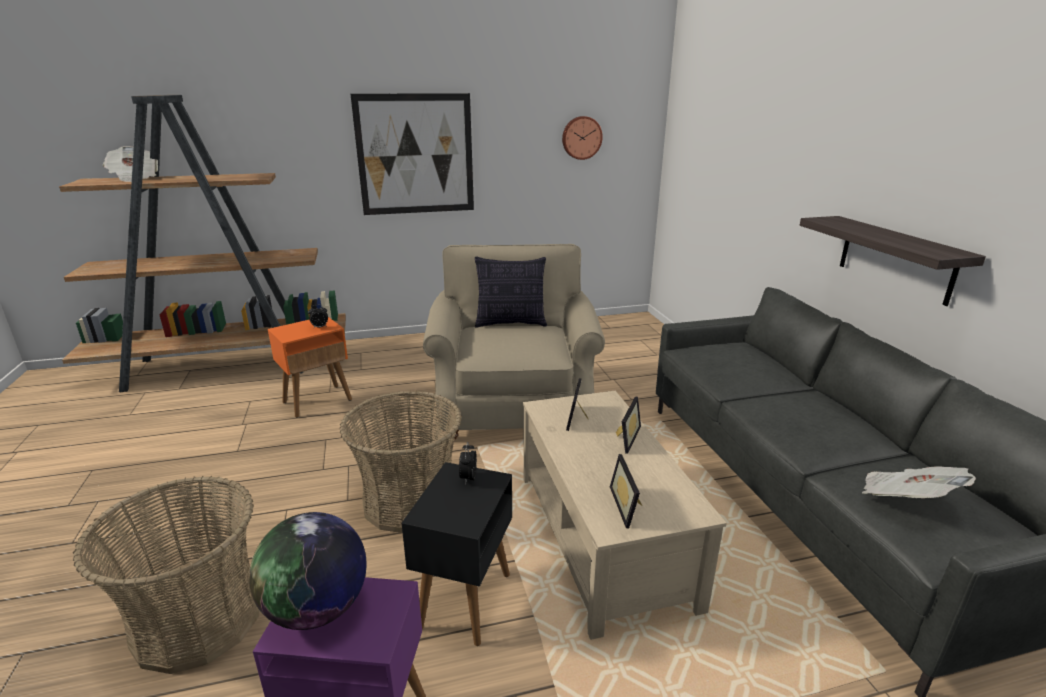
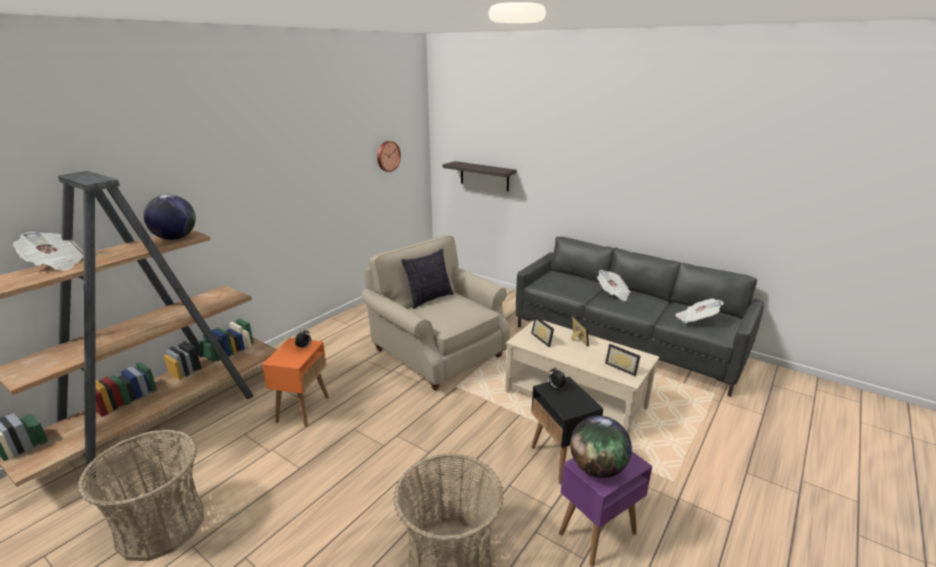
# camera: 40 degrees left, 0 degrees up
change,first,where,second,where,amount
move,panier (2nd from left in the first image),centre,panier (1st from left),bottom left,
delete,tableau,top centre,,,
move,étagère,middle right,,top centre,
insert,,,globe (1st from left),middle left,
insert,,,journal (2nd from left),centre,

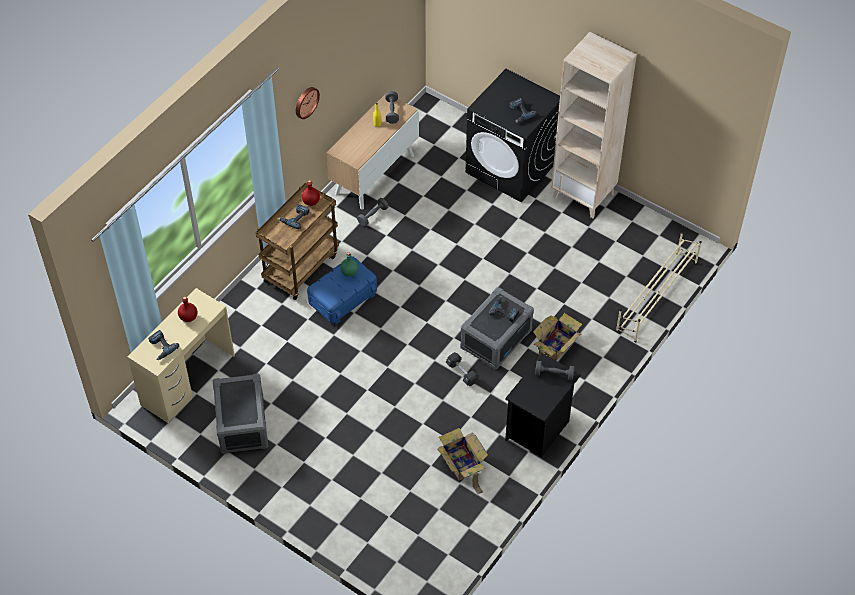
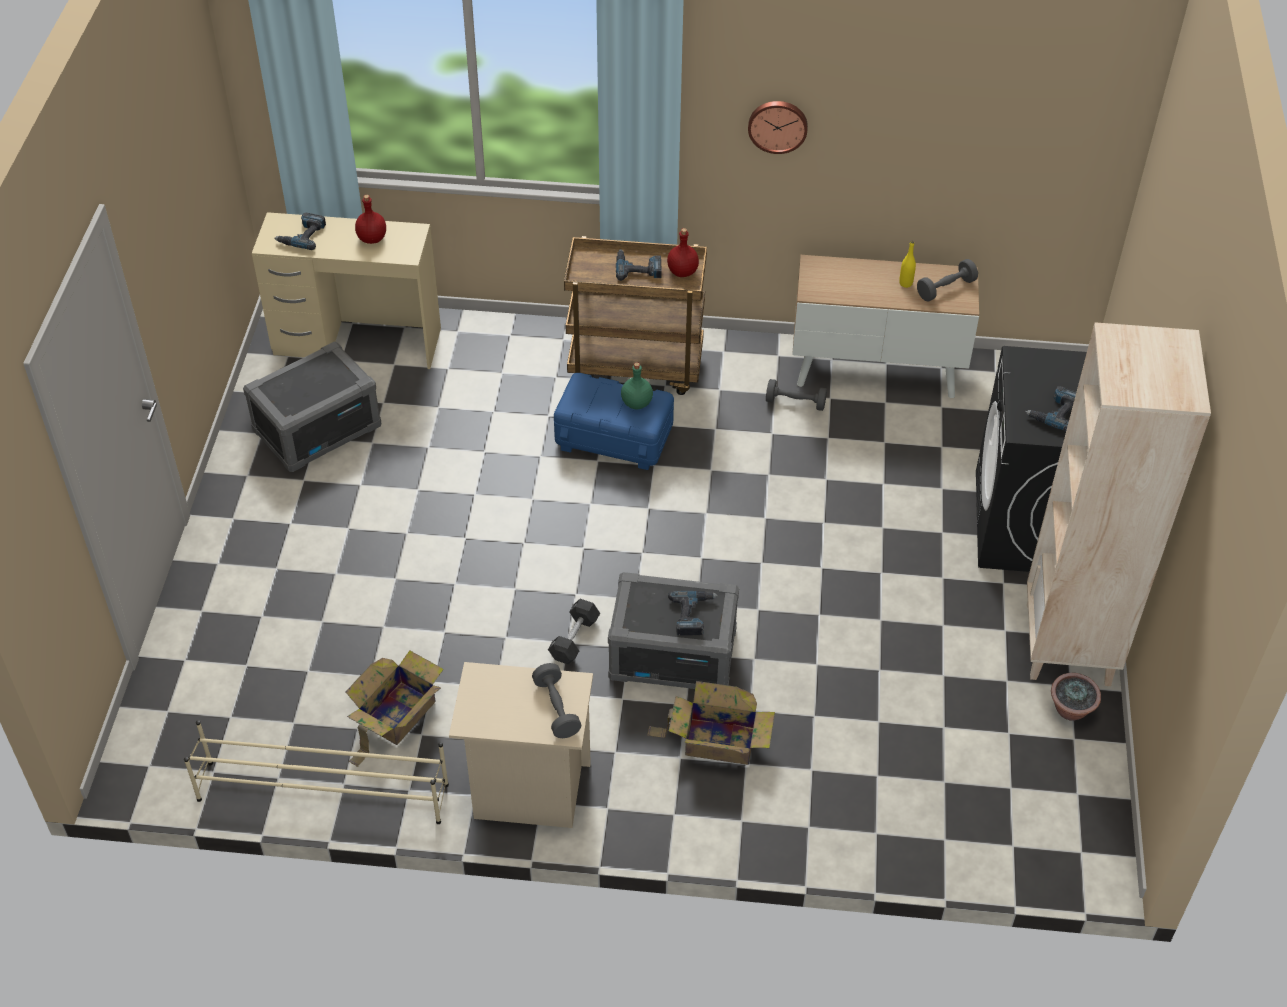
# camera: 60 degrees right, 5 degrees down
change,first,where,second,where,amount
recolor,table de chevet/noir,bottom centre,table de chevet/beige,bottom centre,
move,étagère à chaussures/beige,middle right,,bottom left,
insert,,,plante en pot,bottom right,

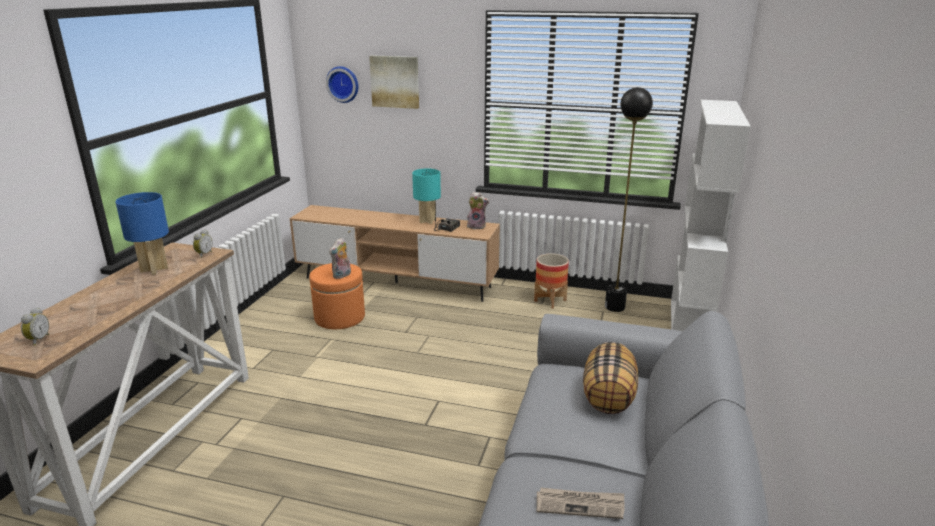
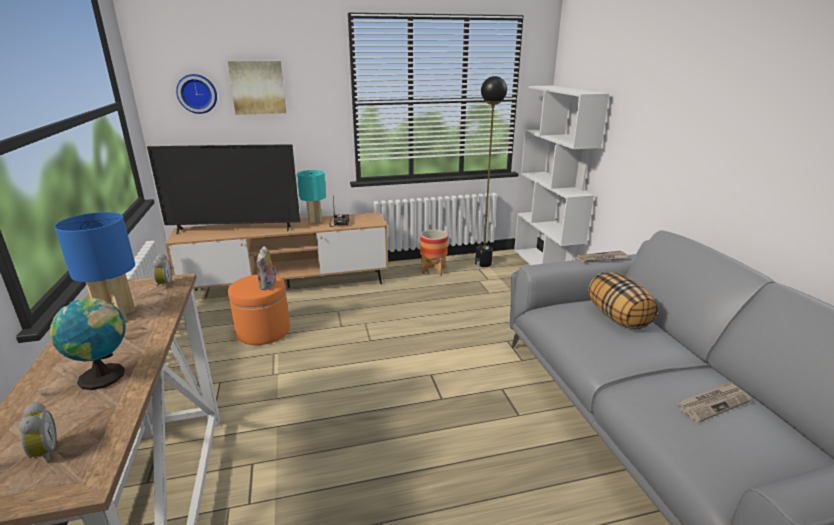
# camera: 30 degrees left, 0 degrees up
change,first,where,second,where,amount
delete,peluche (2nd from left),centre,,,
insert,,,globe,middle left,
insert,,,téléviseur,middle left,
insert,,,journal (1st from left),middle right,

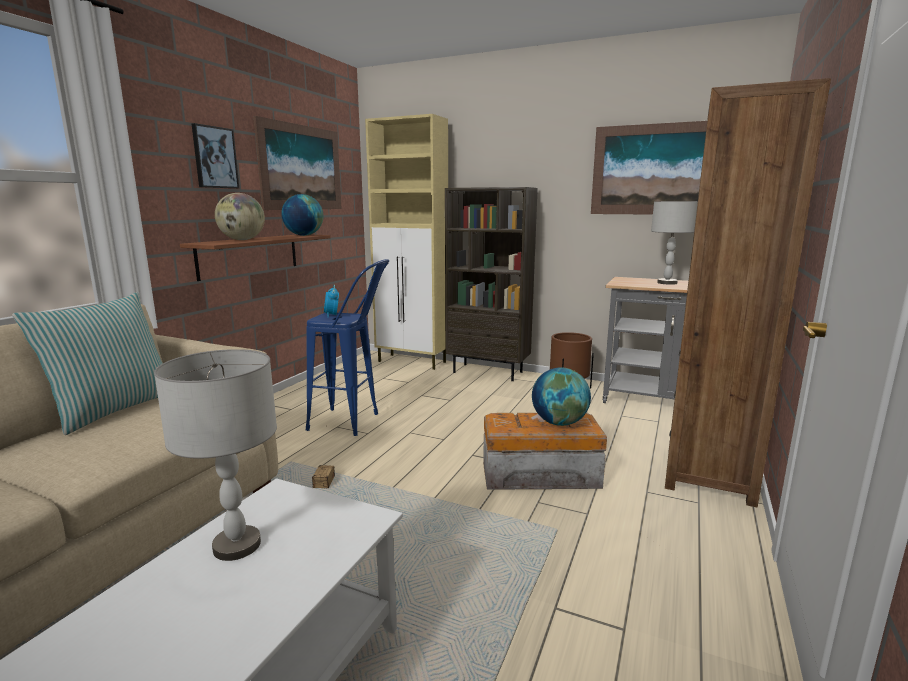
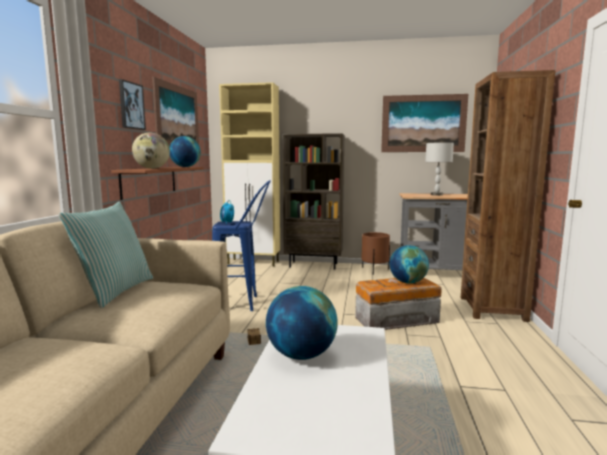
# camera: 15 degrees left, 5 degrees down
change,first,where,second,where,amount
replace,lampe de table/gris (1st from left),bottom left,globe (3rd from left),bottom centre,

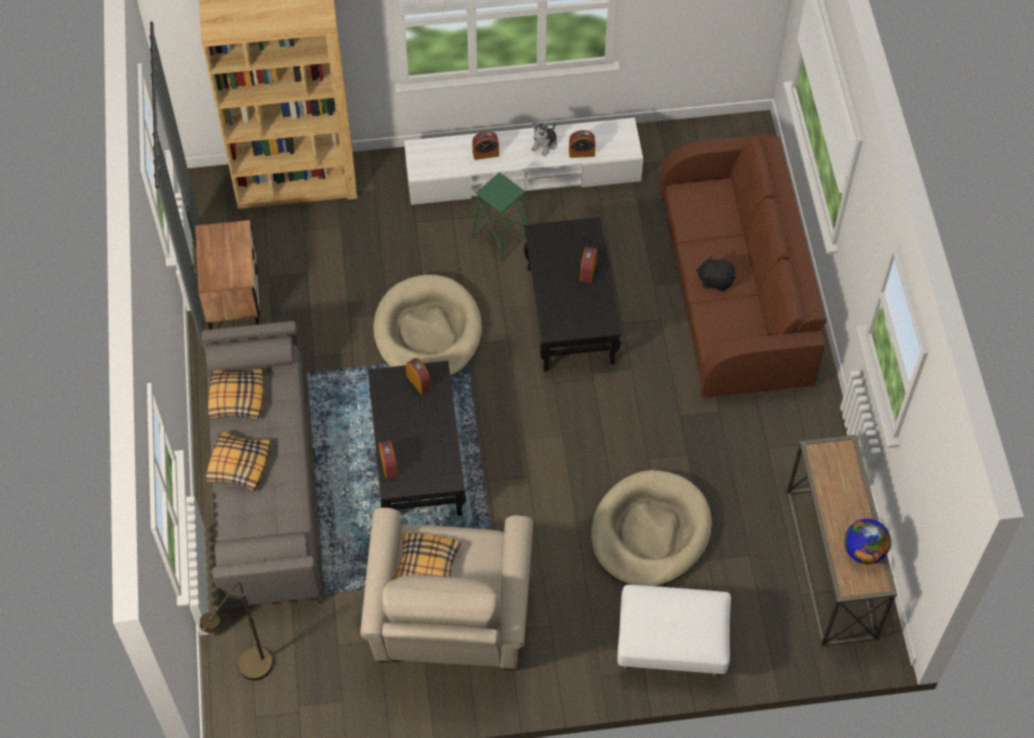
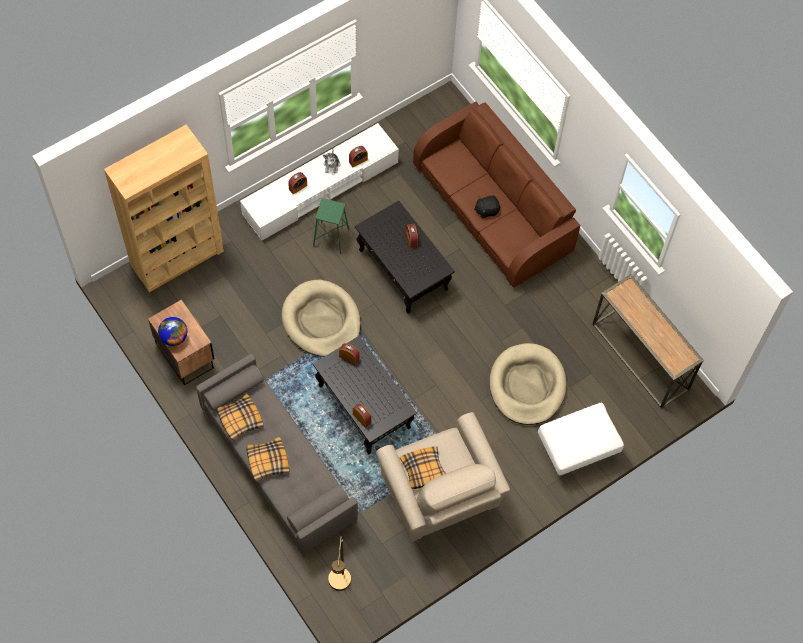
# camera: 30 degrees left, 5 degrees up
change,first,where,second,where,amount
move,globe,bottom right,,middle left,

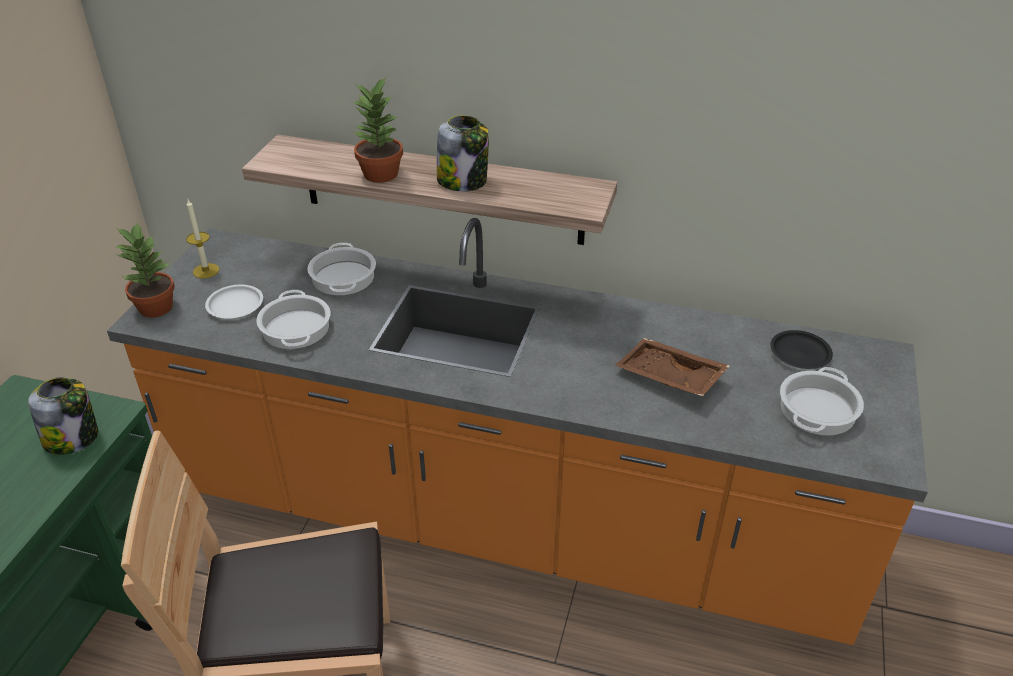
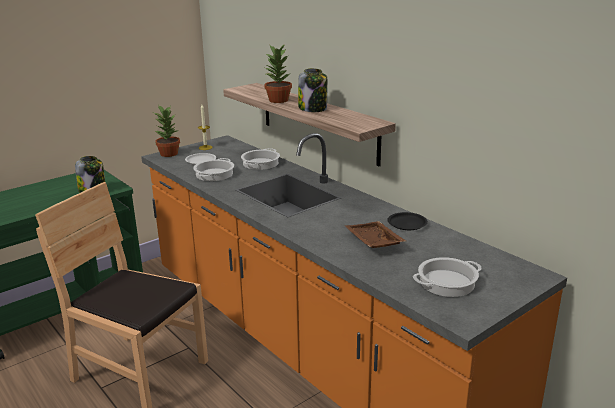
# camera: 35 degrees right, 15 degrees down
change,first,where,second,where,amount
move,assiette/noir,middle right,,centre,

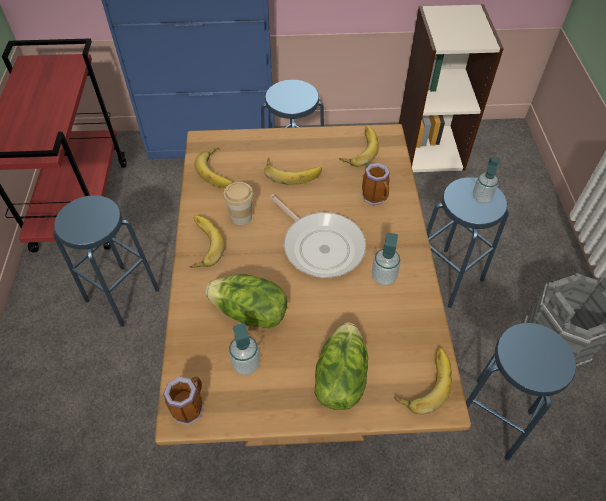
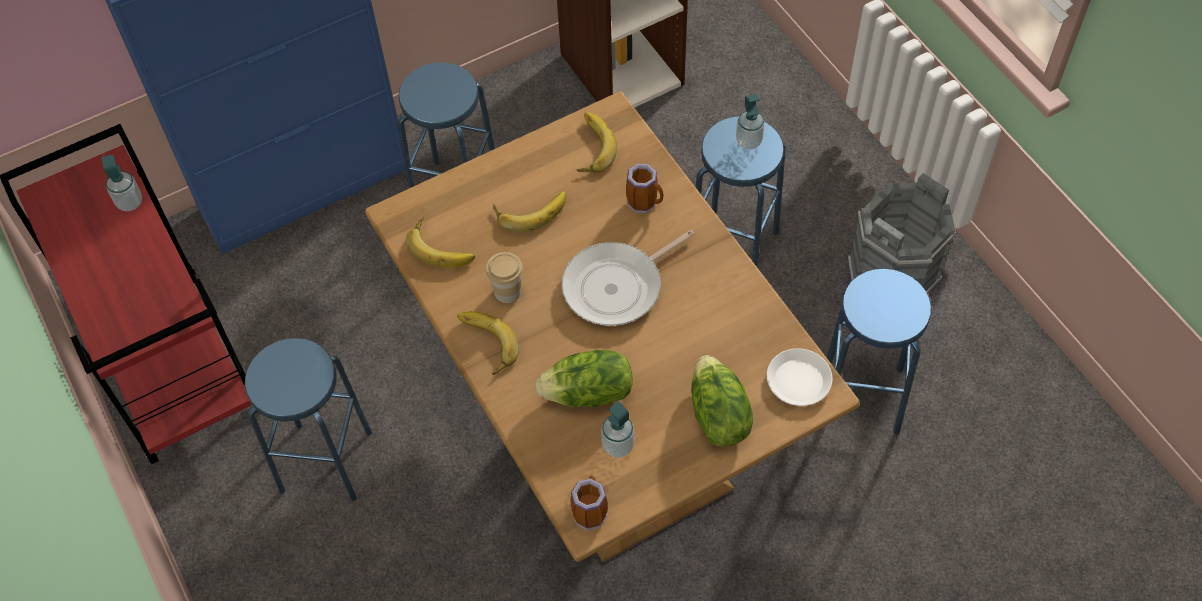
# camera: 25 degrees left, 5 degrees up
change,first,where,second,where,amount
rotate,poêle,centre,,centre,120 degrees clockwise
move,distributeur de savon (2nd from left in the first image),centre,distributeur de savon (1st from left),top left,
replace,banane (5th from left),bottom right,assiette/blanc,centre,

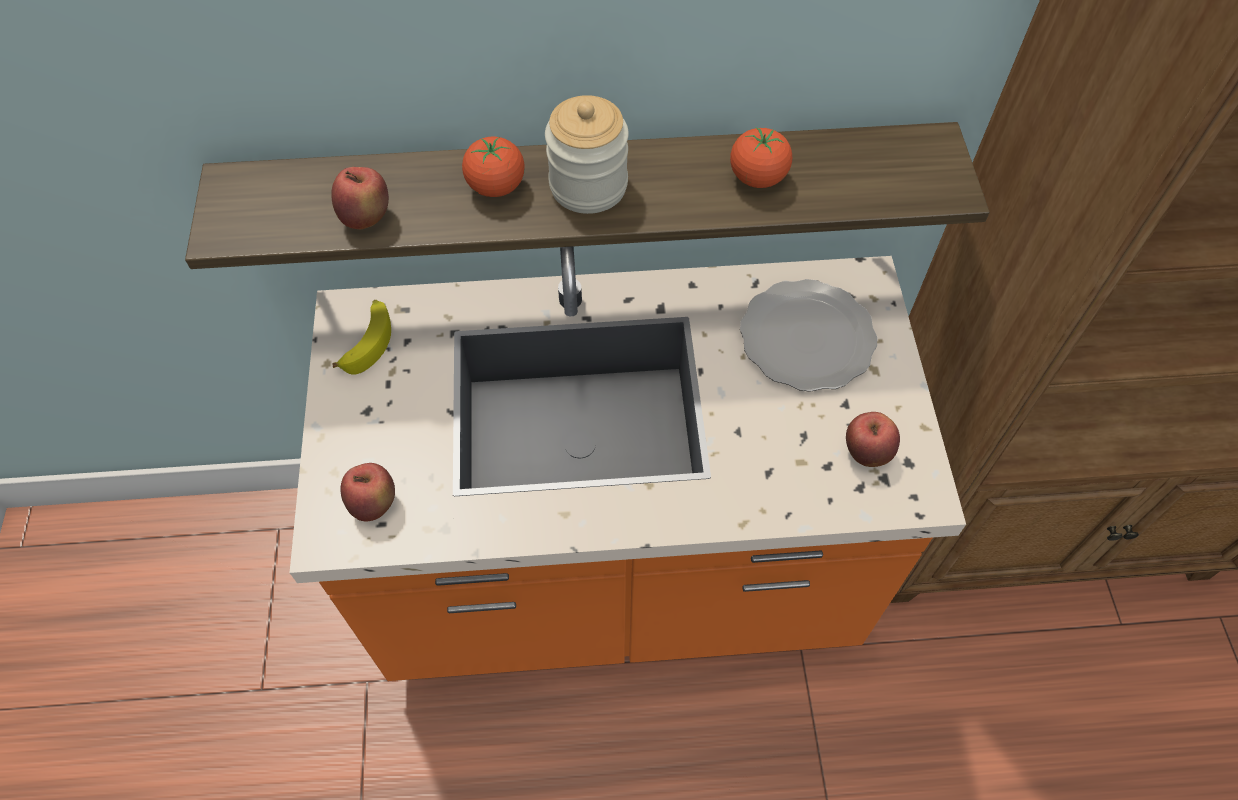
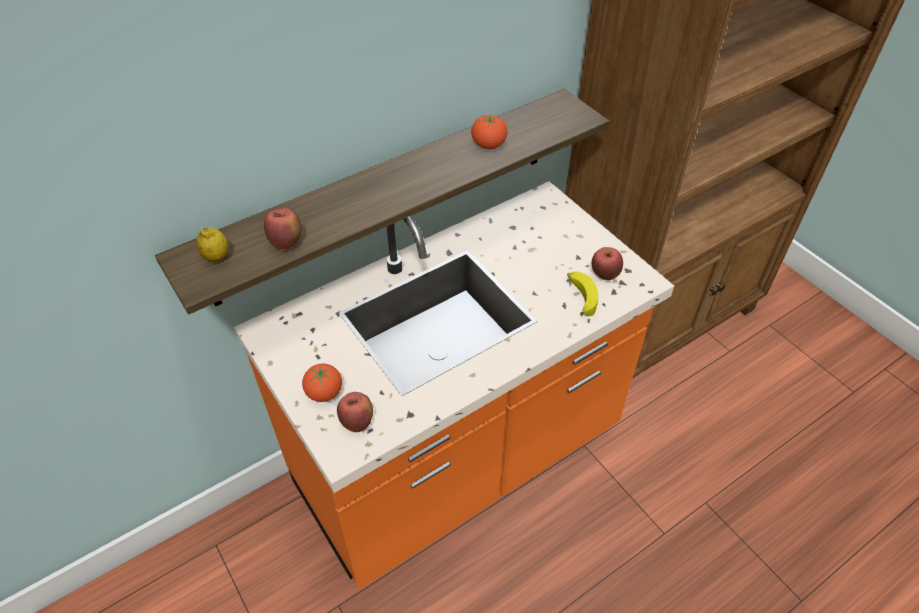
# camera: 30 degrees left, 10 degrees down
change,first,where,second,where,amount
move,banane,middle left,,centre,
move,tomate (1st from left),top centre,,centre,
delete,bocal,top centre,,,
delete,assiette,centre,,,
insert,,,citron,middle left,

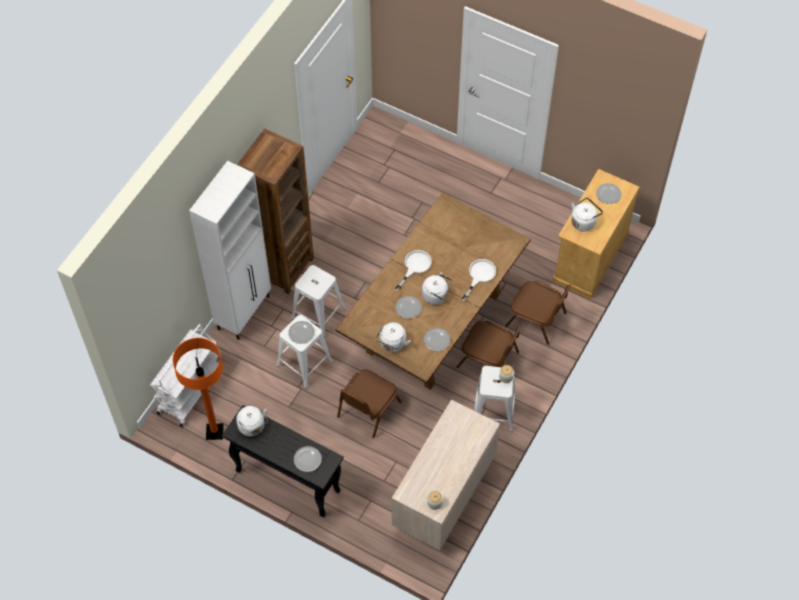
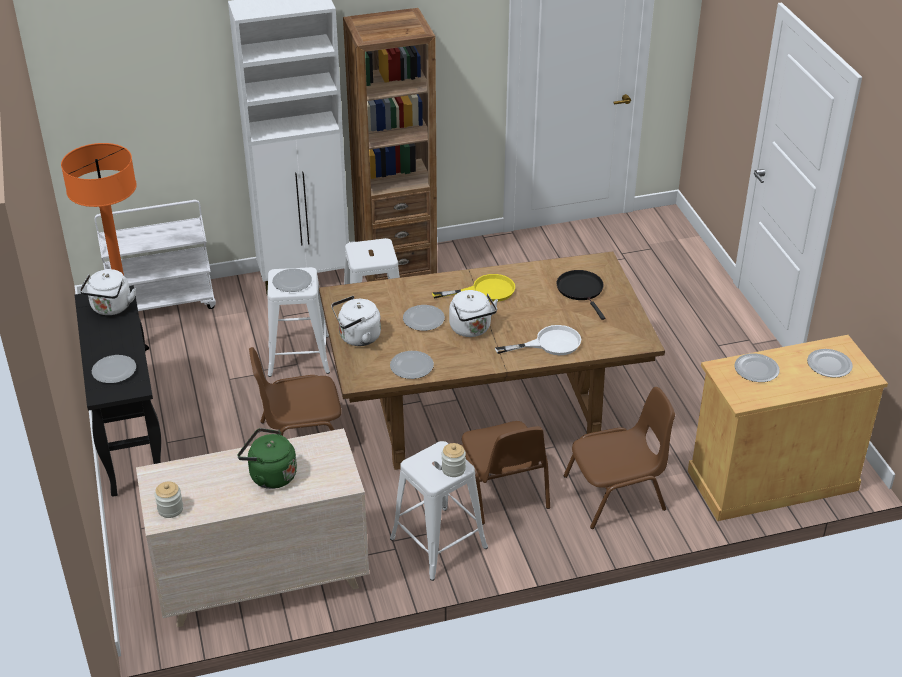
# camera: 45 degrees right, 20 degrees down
change,first,where,second,where,amount
recolor,poêle/blanc (1st from left),centre,poêle/jaune,centre,
rotate,chaise/marron (3rd from left),middle right,,bottom right,90 degrees counterclockwise
replace,bouilloire/blanc (4th from left),middle right,assiette (5th from left),middle right,
insert,,,bouilloire/vert,bottom left,
insert,,,poêle/noir,centre,

